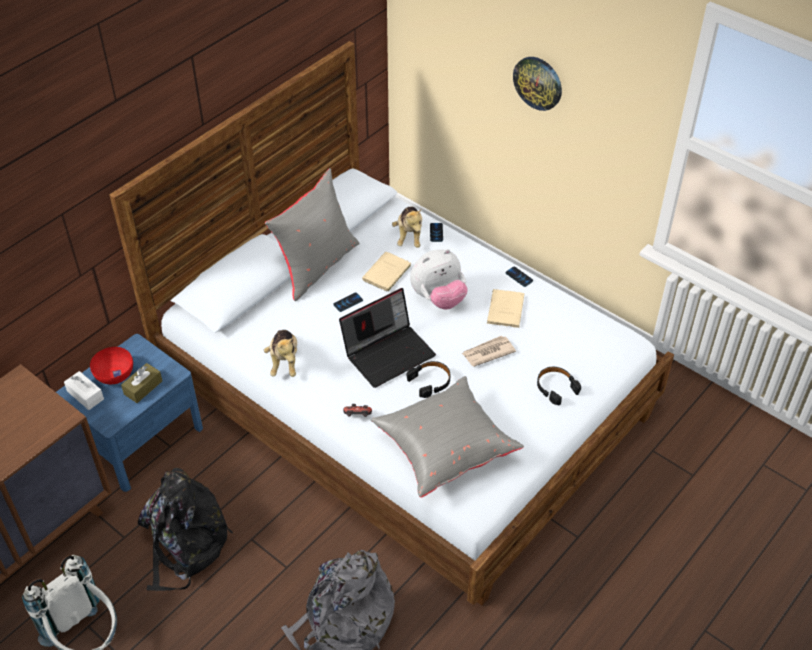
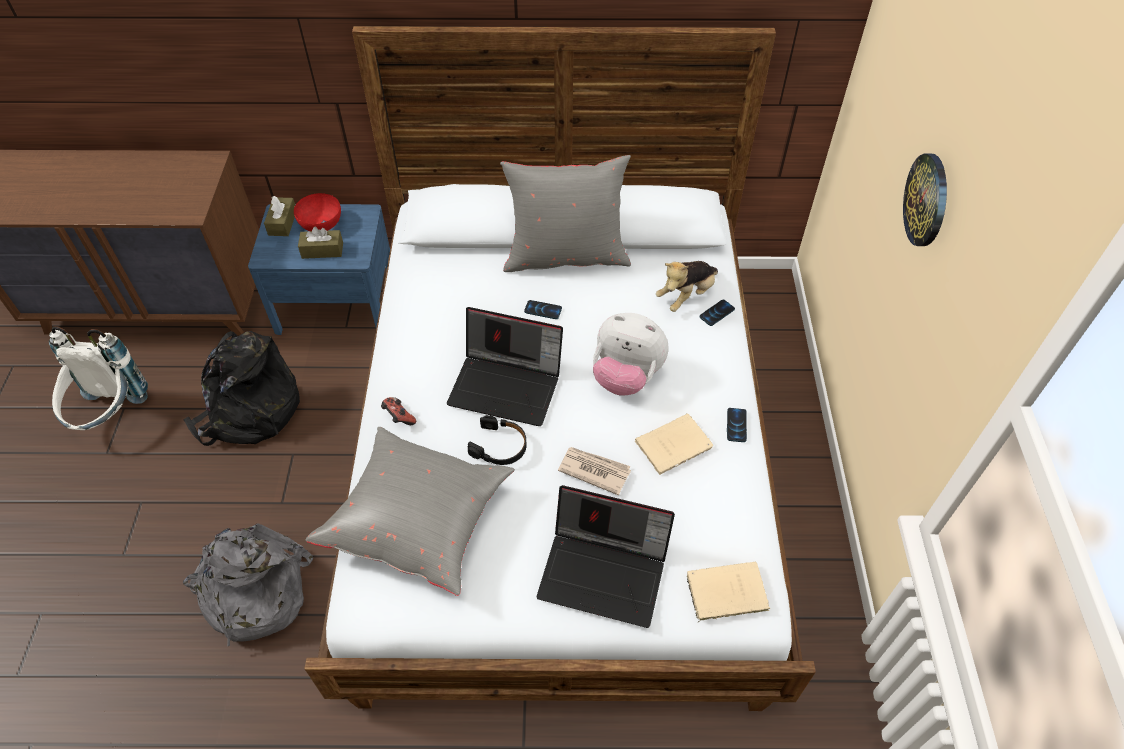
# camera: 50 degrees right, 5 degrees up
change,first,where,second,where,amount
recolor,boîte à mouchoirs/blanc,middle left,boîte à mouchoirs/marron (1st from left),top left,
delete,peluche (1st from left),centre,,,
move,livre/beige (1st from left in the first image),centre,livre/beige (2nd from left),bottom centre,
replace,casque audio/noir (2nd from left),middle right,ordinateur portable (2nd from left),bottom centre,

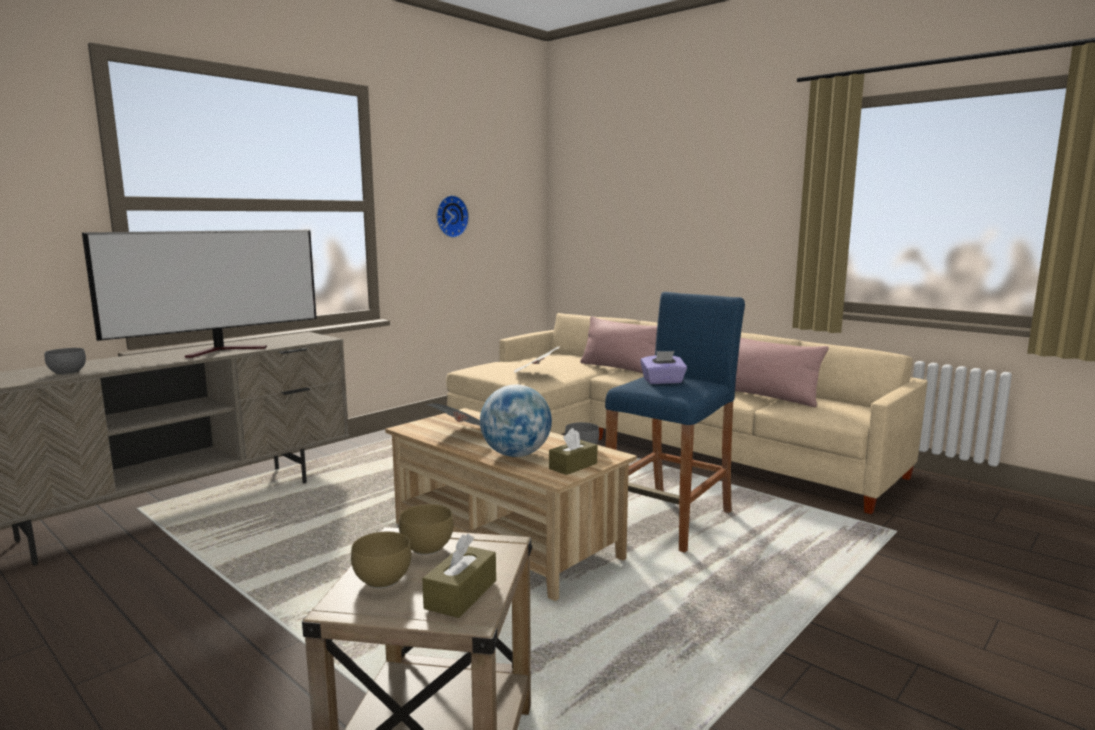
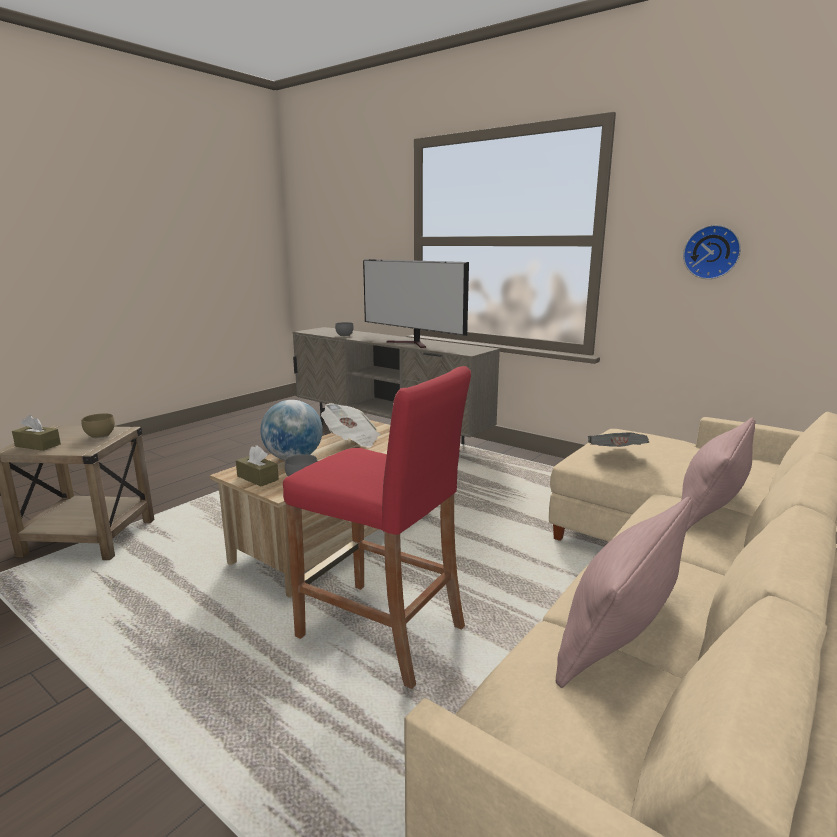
# camera: 85 degrees right, 5 degrees up
change,first,where,second,where,amount
delete,bol/marron (1st from left),bottom centre,,,
recolor,tabouret/bleu,centre,tabouret/rouge,centre,
delete,boîte à mouchoirs/violet,centre,,,

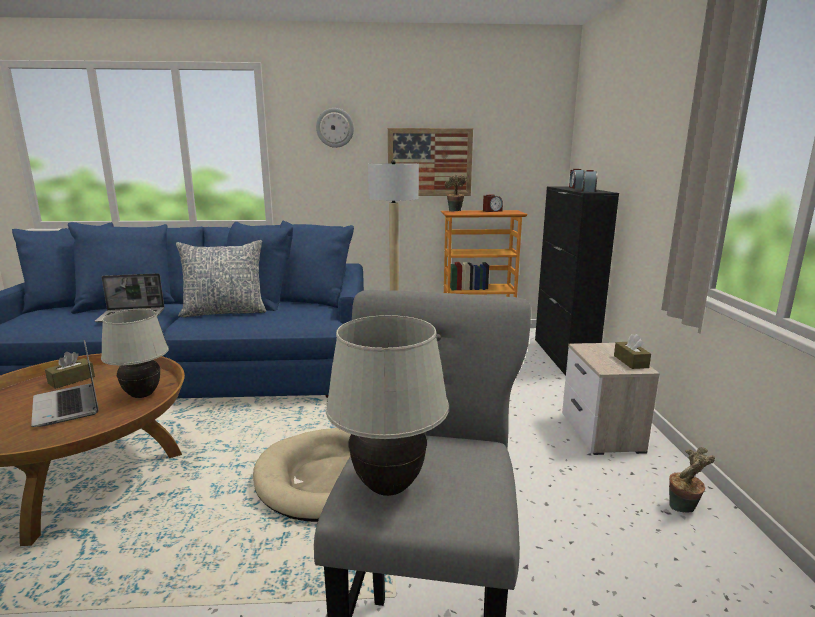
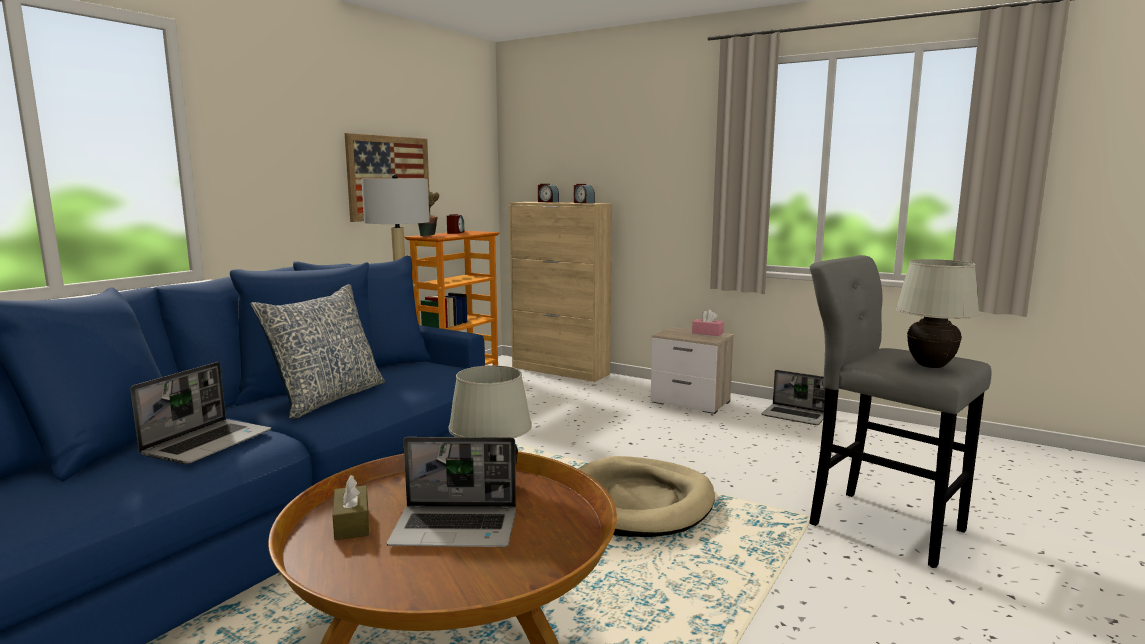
# camera: 55 degrees left, 5 degrees down
change,first,where,second,where,amount
delete,horloge murale,top centre,,,
recolor,meuble de rangement/noir,middle right,meuble de rangement/beige,centre,
recolor,boîte à mouchoirs/marron (2nd from left),middle right,boîte à mouchoirs/rose,centre,
replace,plante en pot (2nd from left),bottom right,ordinateur portable (3rd from left),middle right,

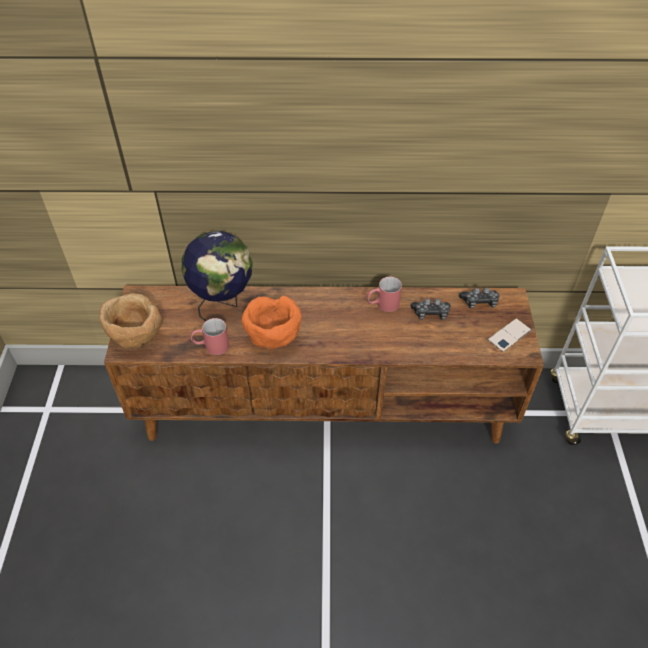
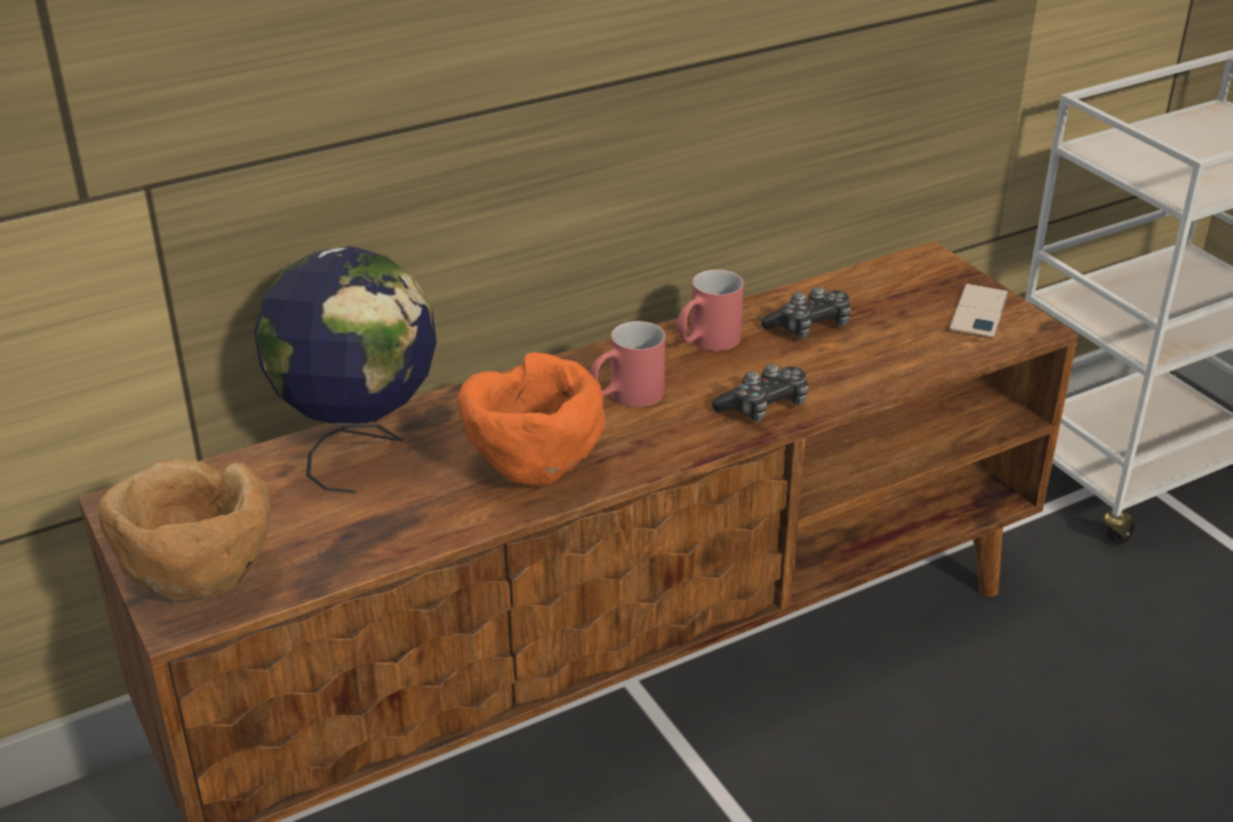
# camera: 30 degrees left, 15 degrees down
change,first,where,second,where,amount
move,mug/rouge (1st from left),middle left,,centre,
move,manette (2nd from left in the first image),middle right,manette (1st from left),centre,

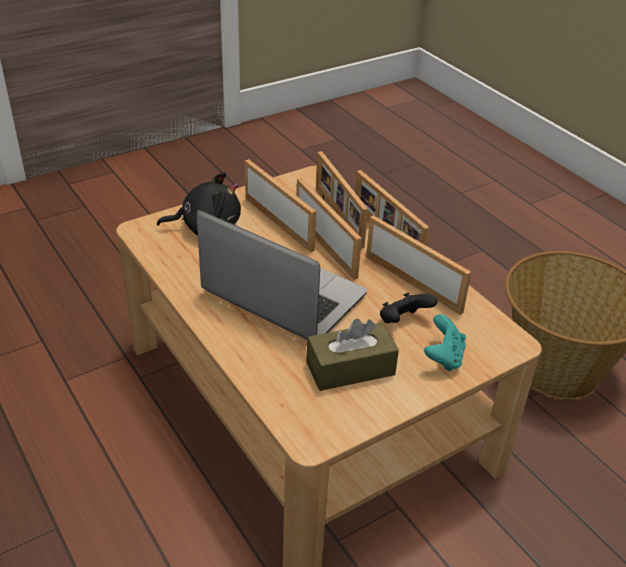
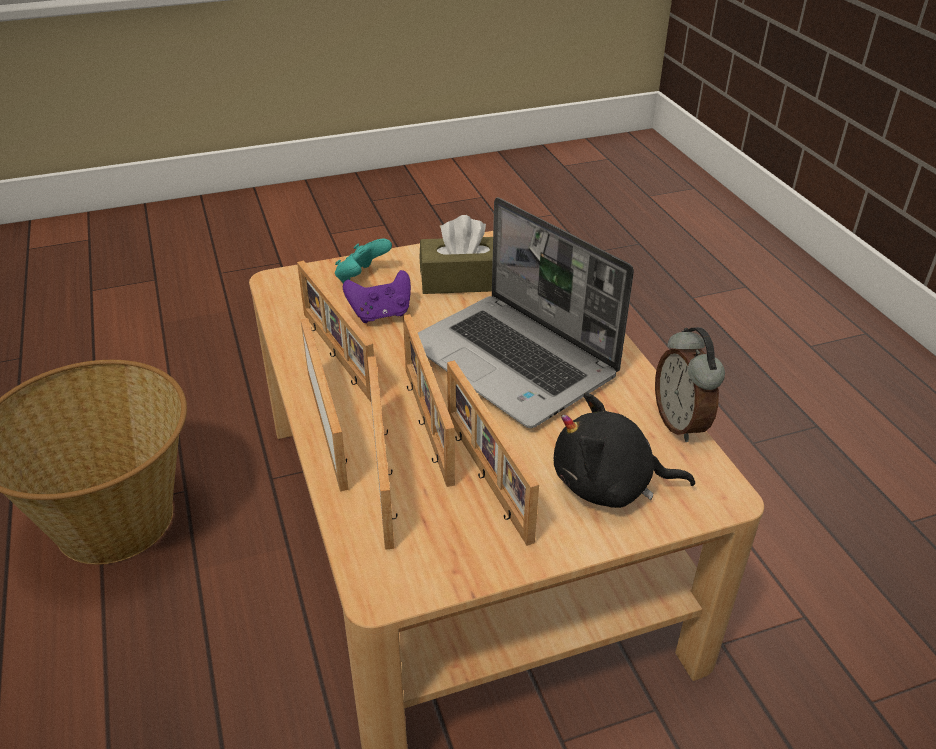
# camera: 165 degrees left, 0 degrees up
change,first,where,second,where,amount
recolor,manette/noir,centre,manette/violet,centre,
insert,,,réveil,middle right,

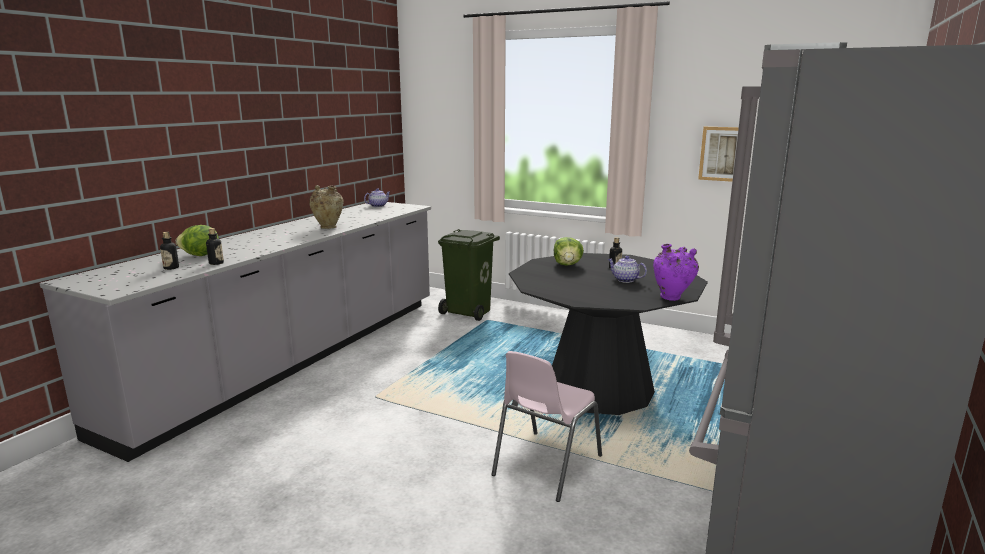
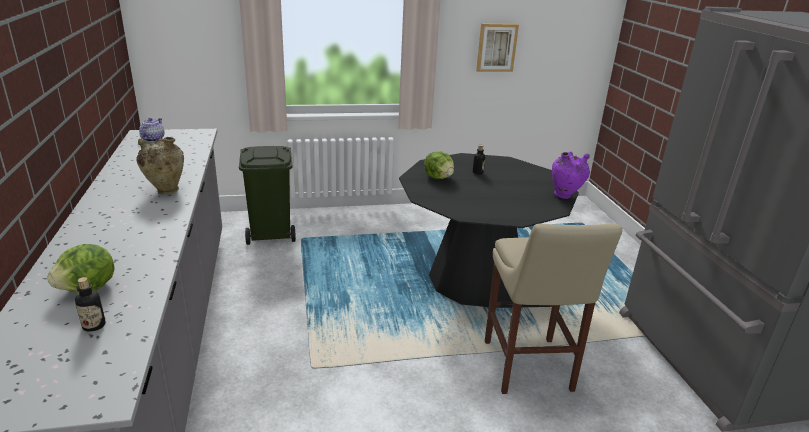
# camera: 40 degrees left, 10 degrees up
change,first,where,second,where,amount
delete,bouteille (2nd from left),middle left,,,
replace,chaise/rose,bottom centre,tabouret/beige,bottom right,
delete,théière (2nd from left),centre,,,

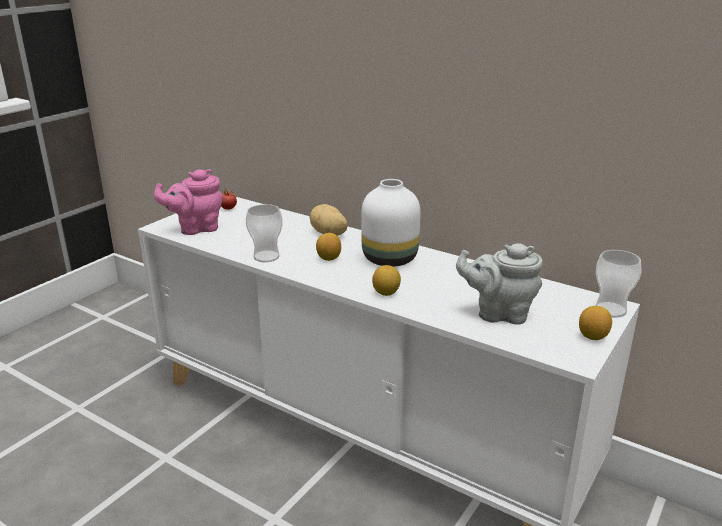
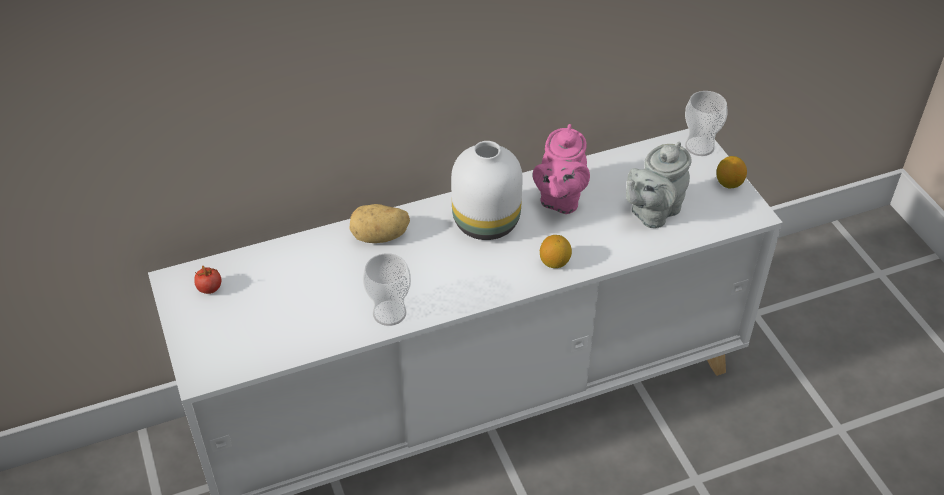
# camera: 55 degrees left, 20 degrees up
change,first,where,second,where,amount
move,théière/rose,middle left,,centre,
delete,citron (1st from left),centre,,,

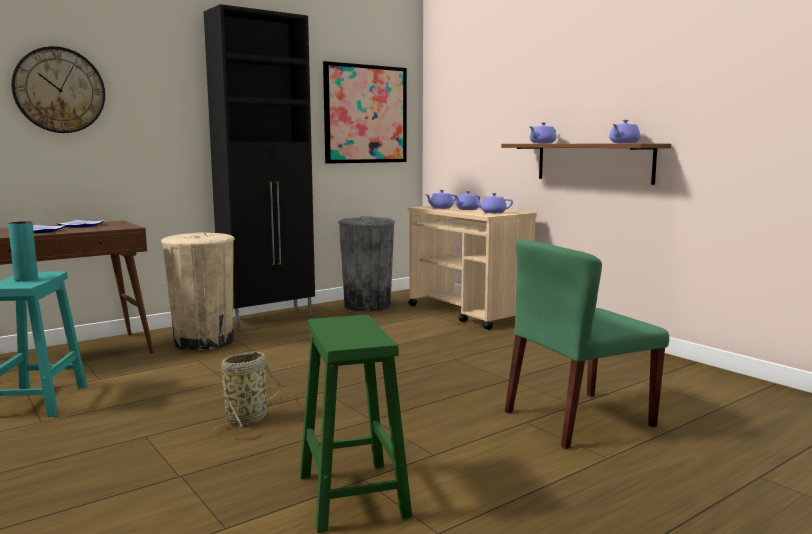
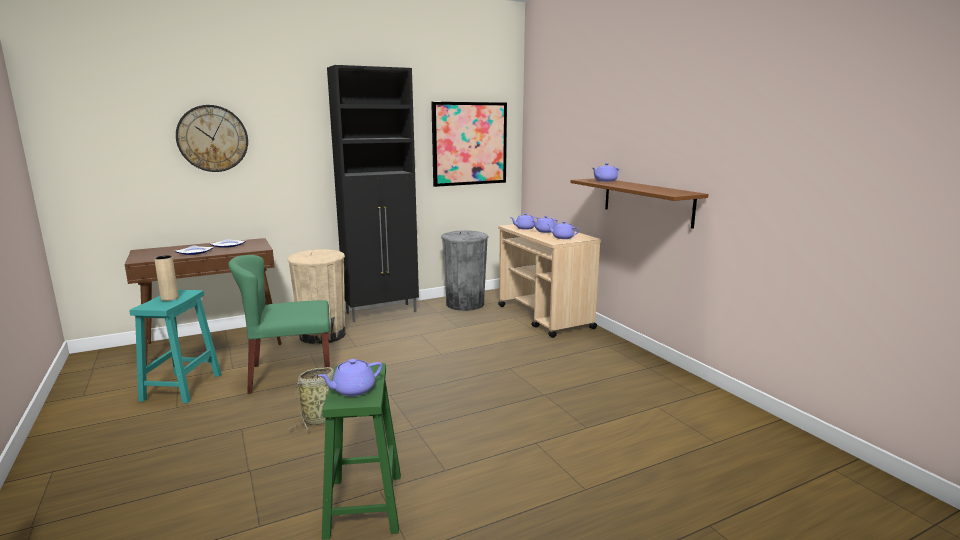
# camera: 10 degrees right, 5 degrees up
change,first,where,second,where,amount
recolor,vase/turquoise,middle left,vase/beige,middle left,
move,chaise/vert,middle right,,middle left,
move,théière/violet (5th from left in the first image),top right,théière/violet (1st from left),bottom centre,

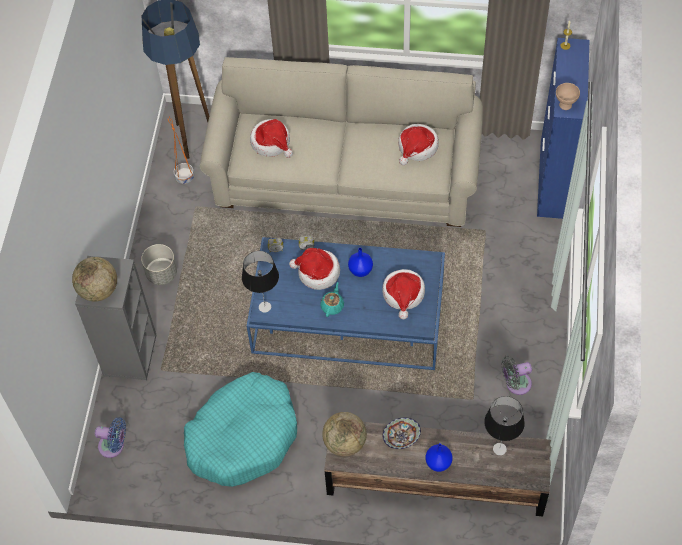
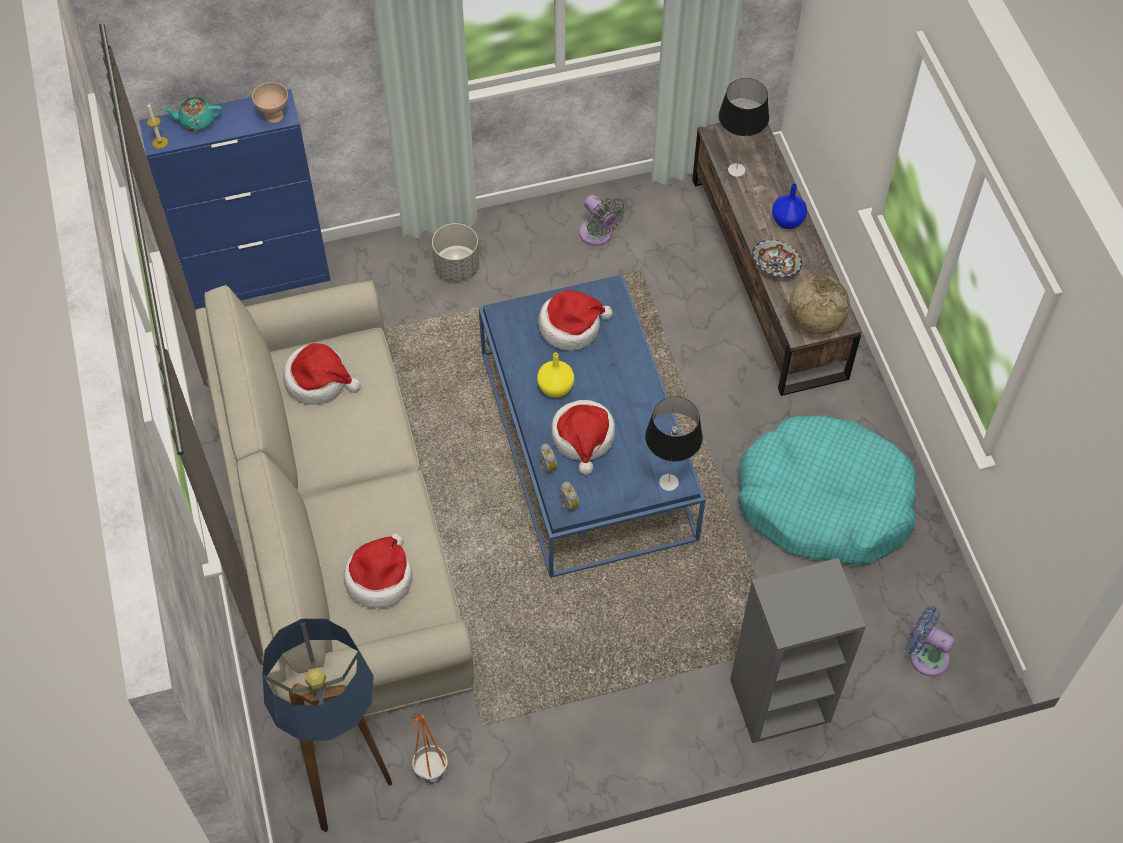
# camera: 115 degrees left, 0 degrees up
change,first,where,second,where,amount
delete,globe (1st from left),middle left,,,
rotate,ventilateur/bleu,bottom left,,bottom right,45 degrees counterclockwise
move,cache-pot/gris,middle left,,top centre,
move,théière/turquoise,centre,,top left,
recolor,vase/bleu (1st from left),centre,vase/jaune,centre,

